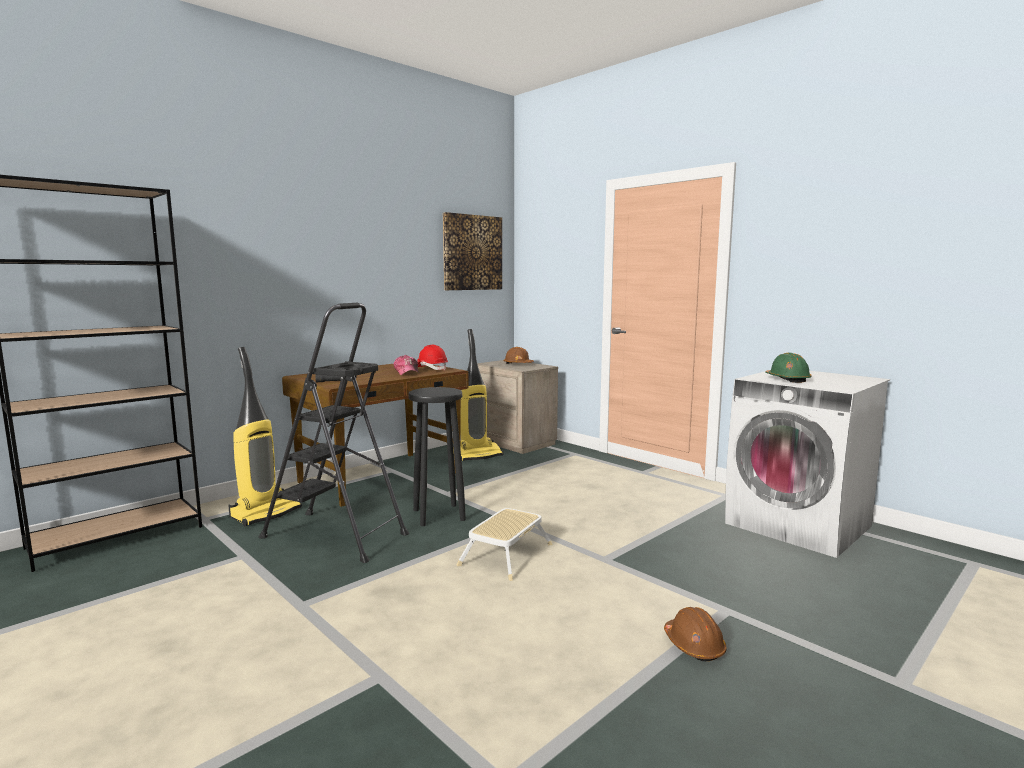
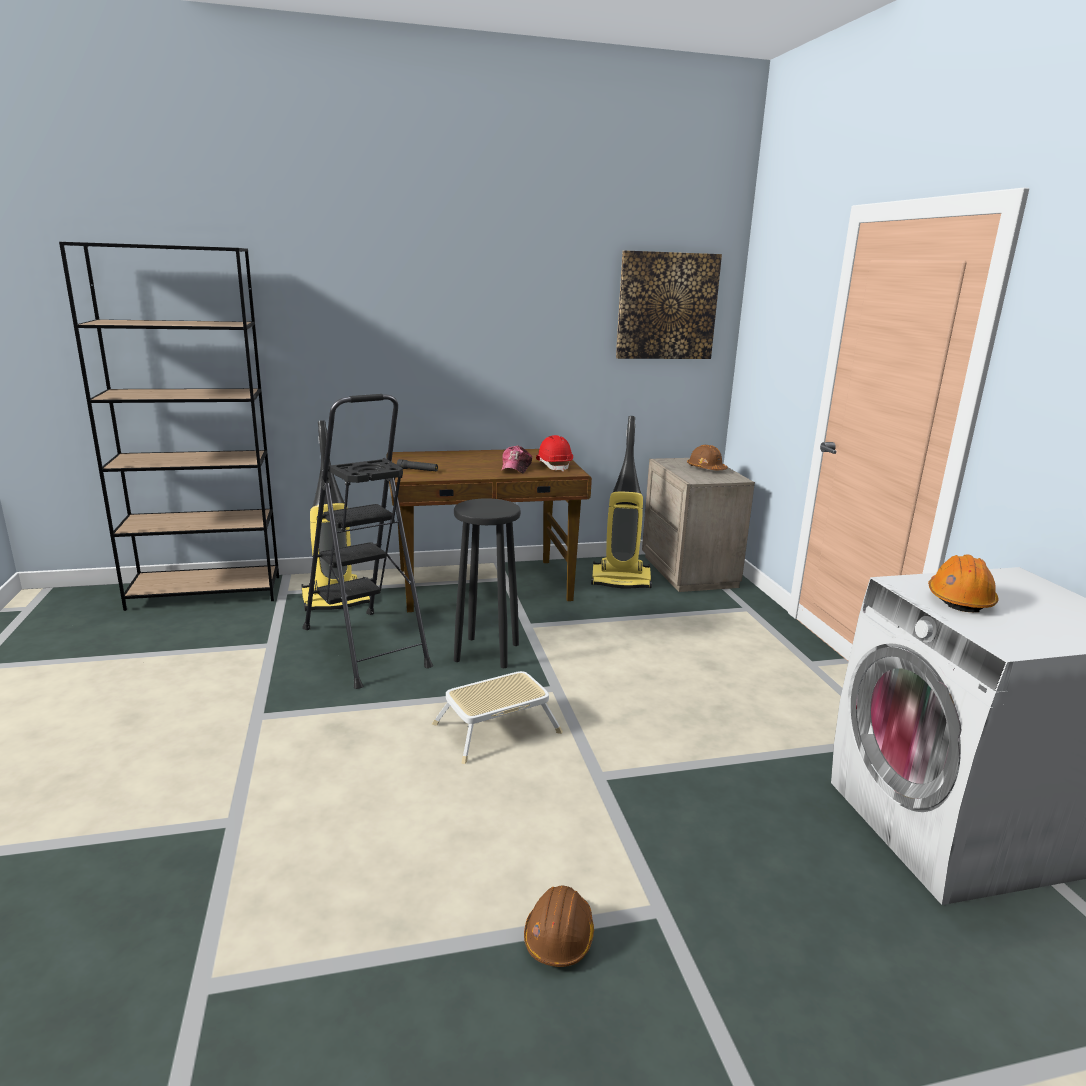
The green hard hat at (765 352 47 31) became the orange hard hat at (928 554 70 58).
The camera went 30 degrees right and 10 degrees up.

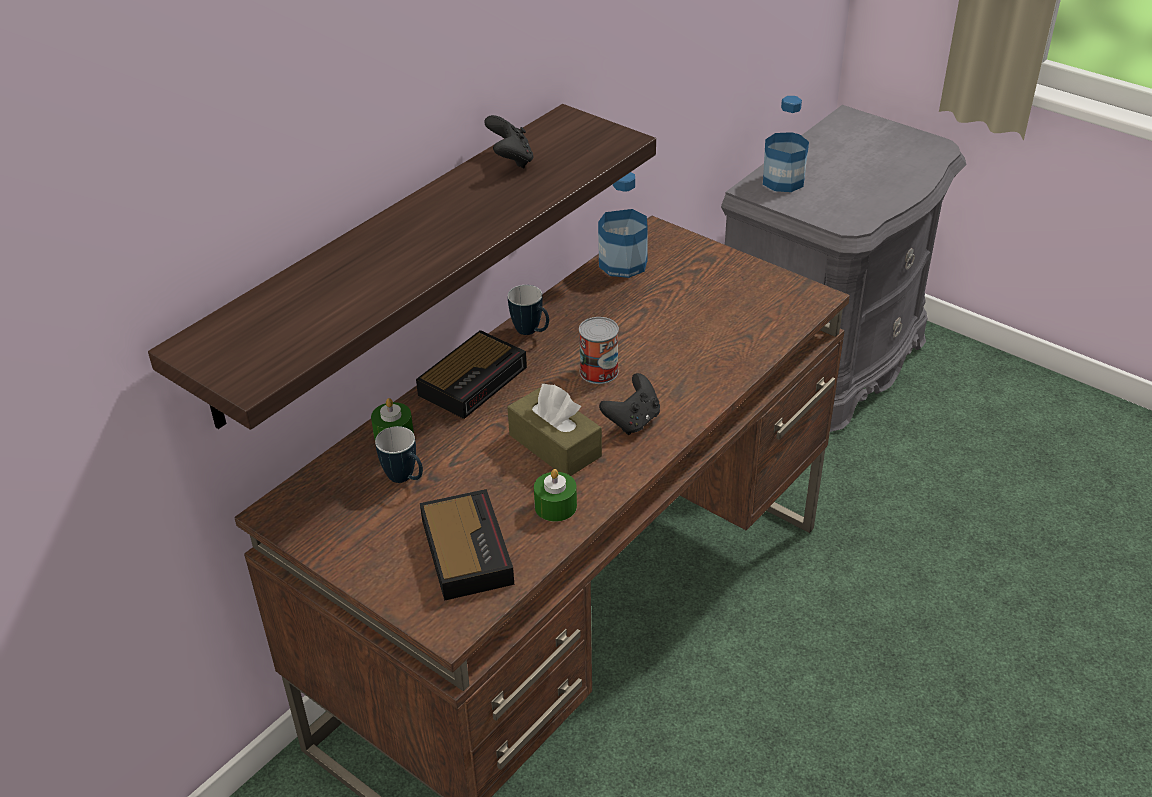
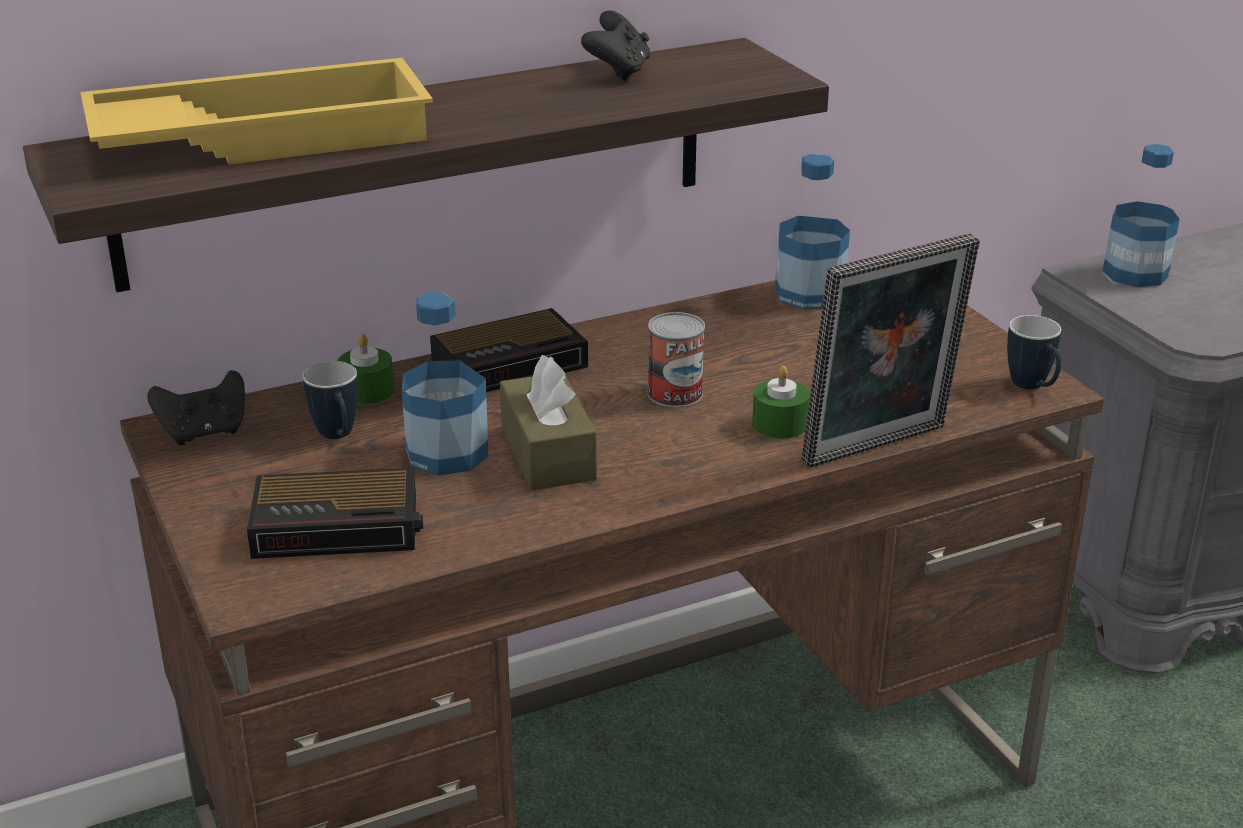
The mug moved from (508 285 41 50) to (1007 315 54 74).
The black game controller moved from (599 373 61 62) to (147 370 98 75).
The green candle moved from (534 469 43 53) to (752 366 58 73).
The alarm clock at (420 489 94 112) turned 75 degrees clockwise.
The yellow tray at (80 58 353 107) appeared.
The picture frame at (802 233 178 235) appeared.
The bottle at (402 292 86 184) appeared.
The camera went 25 degrees right and 10 degrees down.

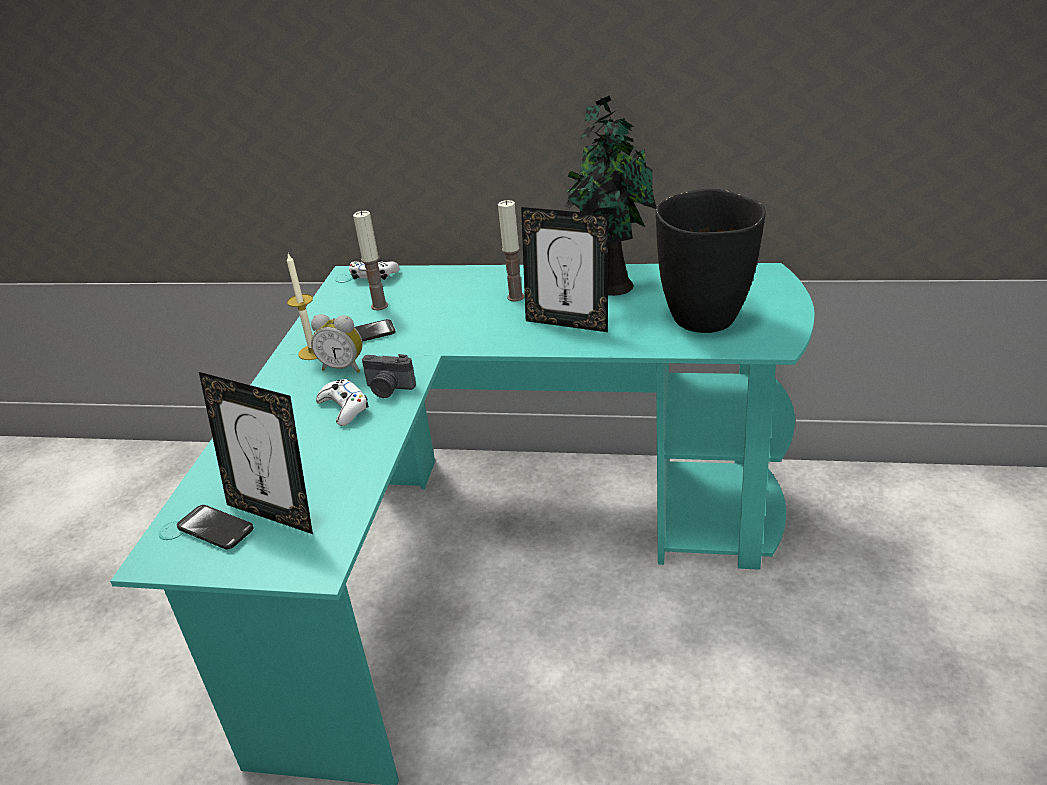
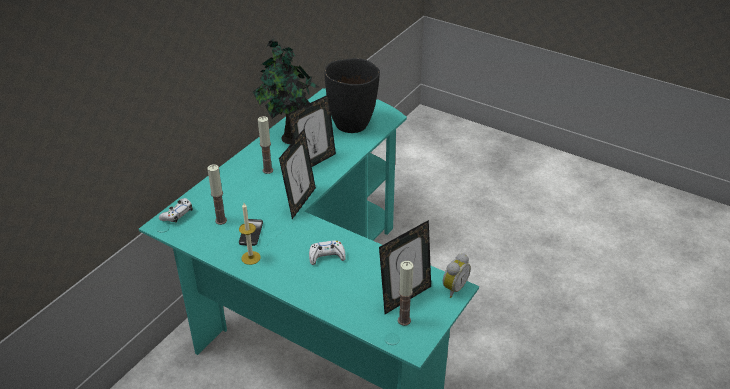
The alarm clock moved from (311 314 52 59) to (443 253 28 45).
The photo camera at (362 354 54 44) disappeared.
The phone at (177 505 77 45) was replaced by the candle at (398 261 15 65).
The picture frame at (279 128 37 91) appeared.
The camera went 70 degrees left and 5 degrees up.

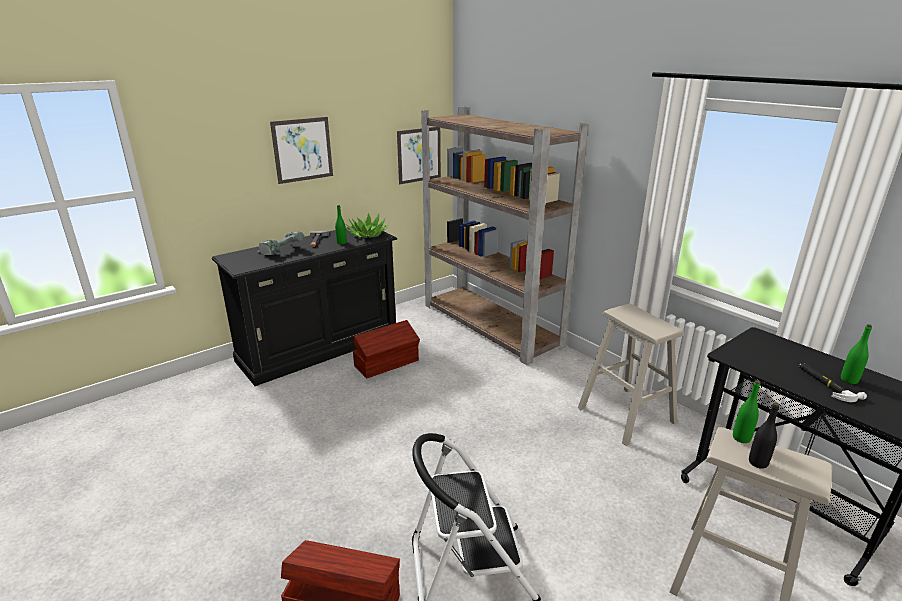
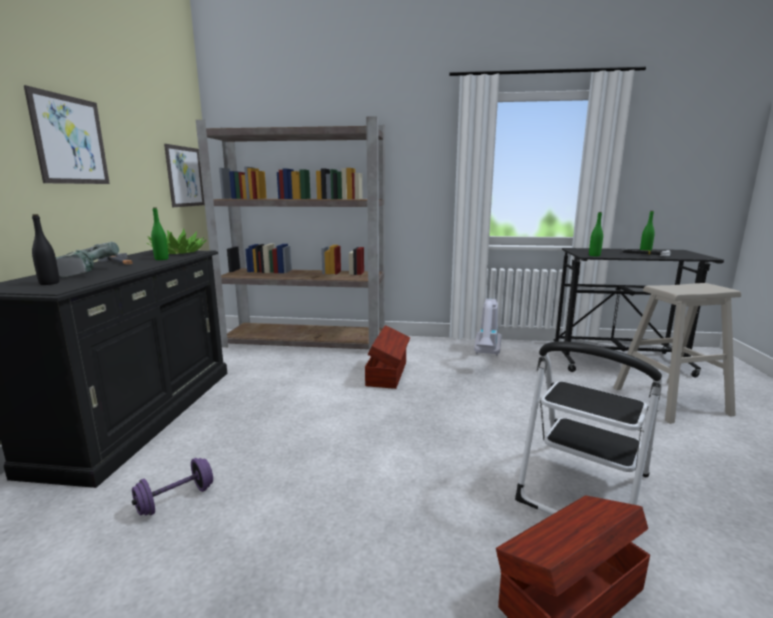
The beige stool at (578 304 106 142) was replaced by the vacuum cleaner at (474 299 28 57).
The brown storage box moved from (353 320 67 59) to (365 325 45 64).
The green bottle moved from (733 380 27 63) to (589 212 14 44).
The black bottle moved from (749 403 30 66) to (32 214 28 71).
The purple dumbbell at (132 458 81 58) appeared.
The camera went 45 degrees left and 10 degrees down.

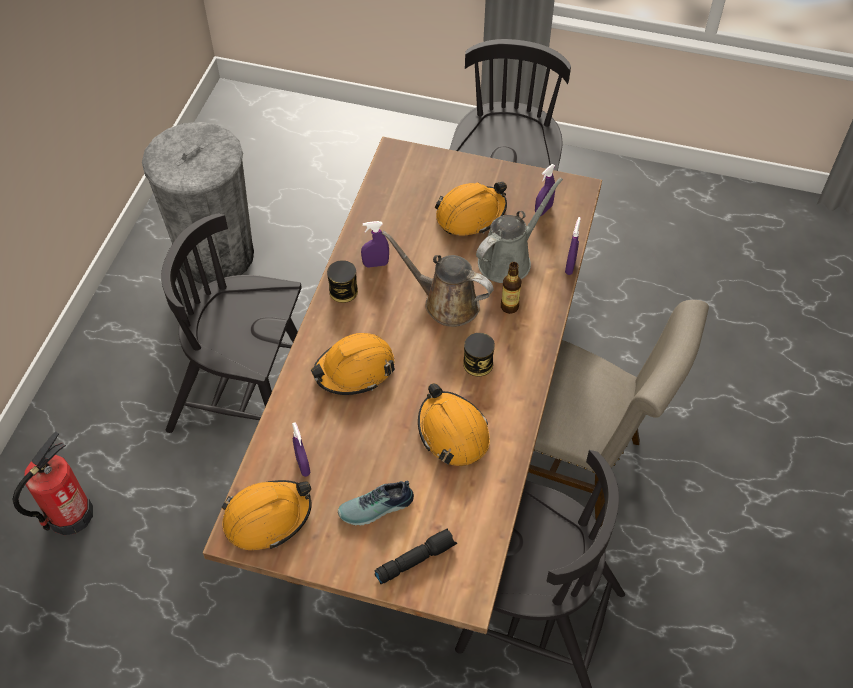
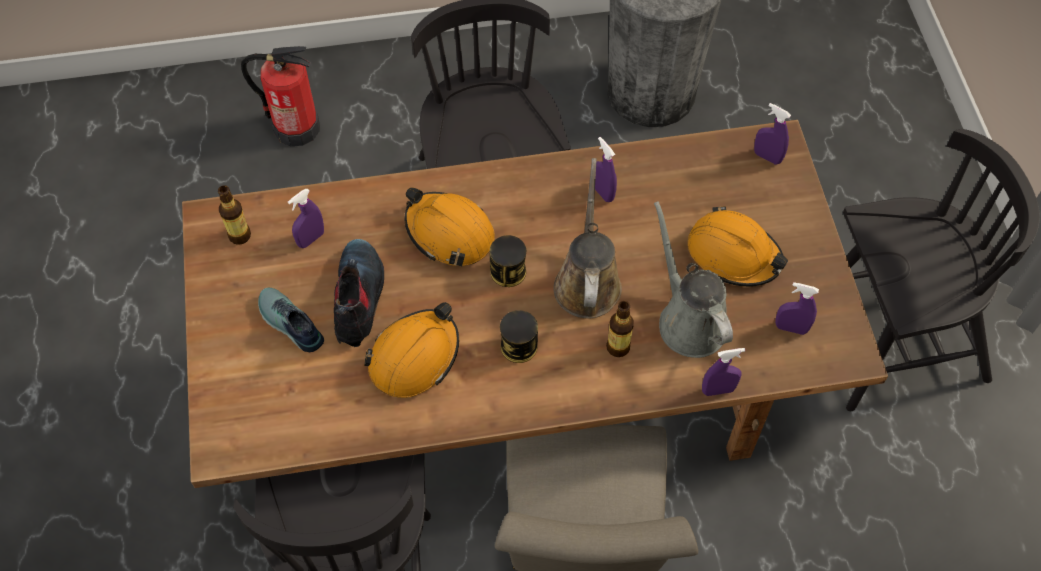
The grey watering can at (476 178 87 105) turned 135 degrees counterclockwise.
The can moved from (327 260 31 43) to (490 235 36 52).
The orange hard hat at (222 480 90 70) was replaced by the bottle at (218 185 33 60).
The black flashlight at (374 529 83 55) disappeared.
The purple spray bottle at (754 103 37 62) appeared.
The boot at (334 239 50 108) appeared.
The camera went 65 degrees right and 5 degrees up.

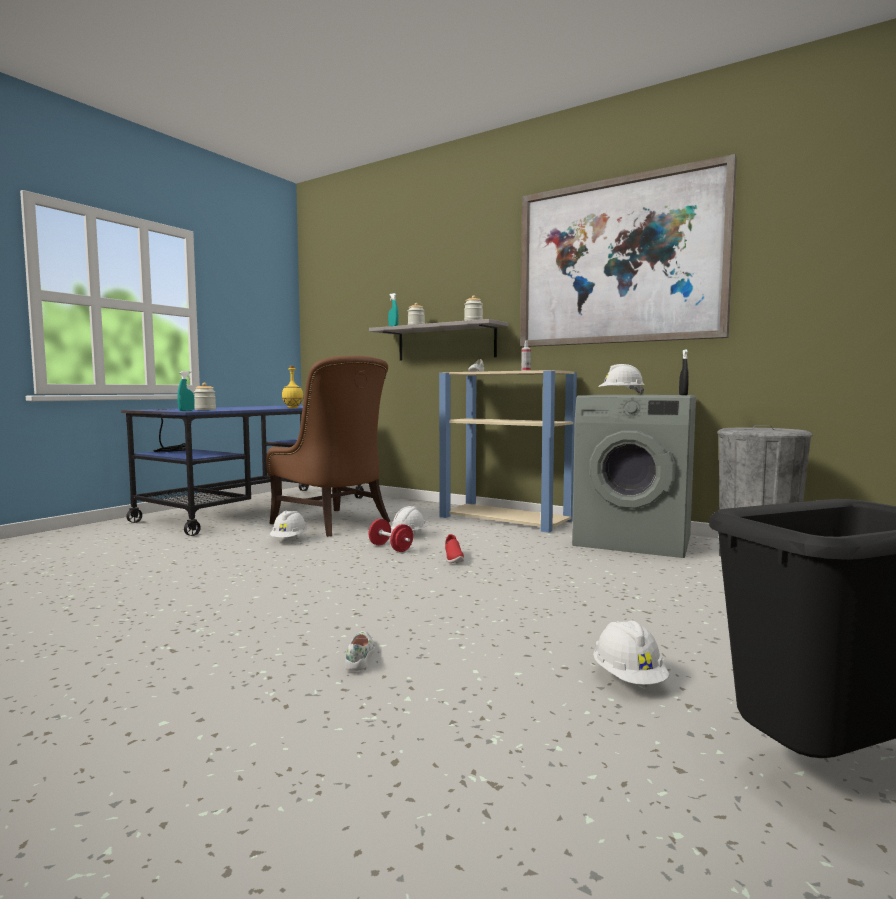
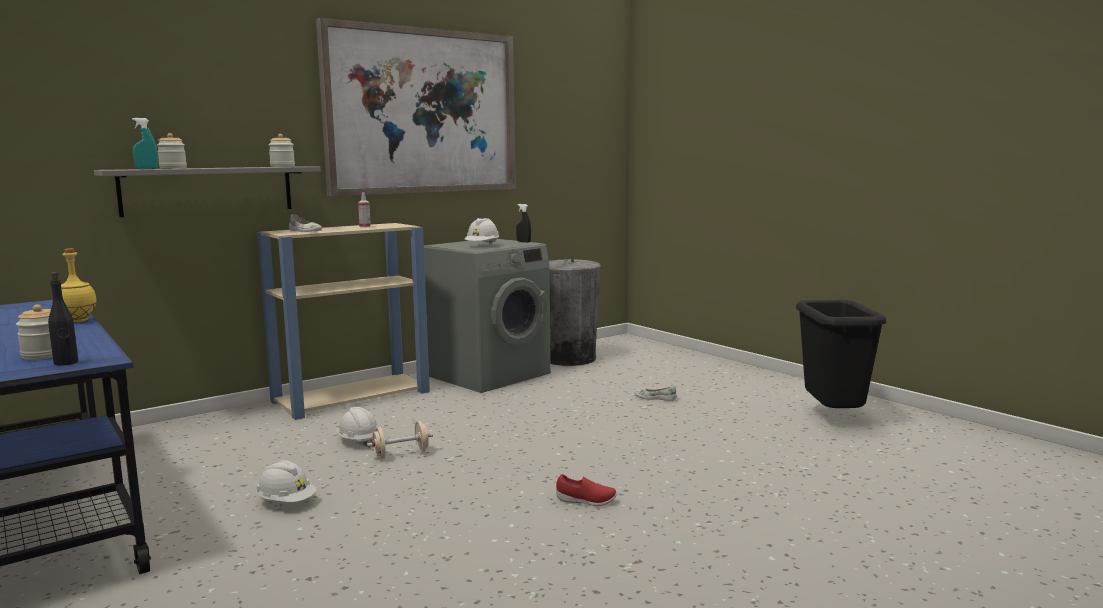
The brown chair at (266 355 124 182) disappeared.
The turquoise spray bottle at (177 371 18 40) was replaced by the black bottle at (48 272 30 94).
The red dumbbell at (369 519 44 33) became the beige dumbbell at (367 421 66 38).
The red shoe moved from (445 534 19 29) to (556 474 61 32).
The white hard hat at (593 620 77 65) disappeared.
The white shoe moved from (345 631 30 40) to (634 385 43 16).
The camera went 70 degrees left and 5 degrees up.

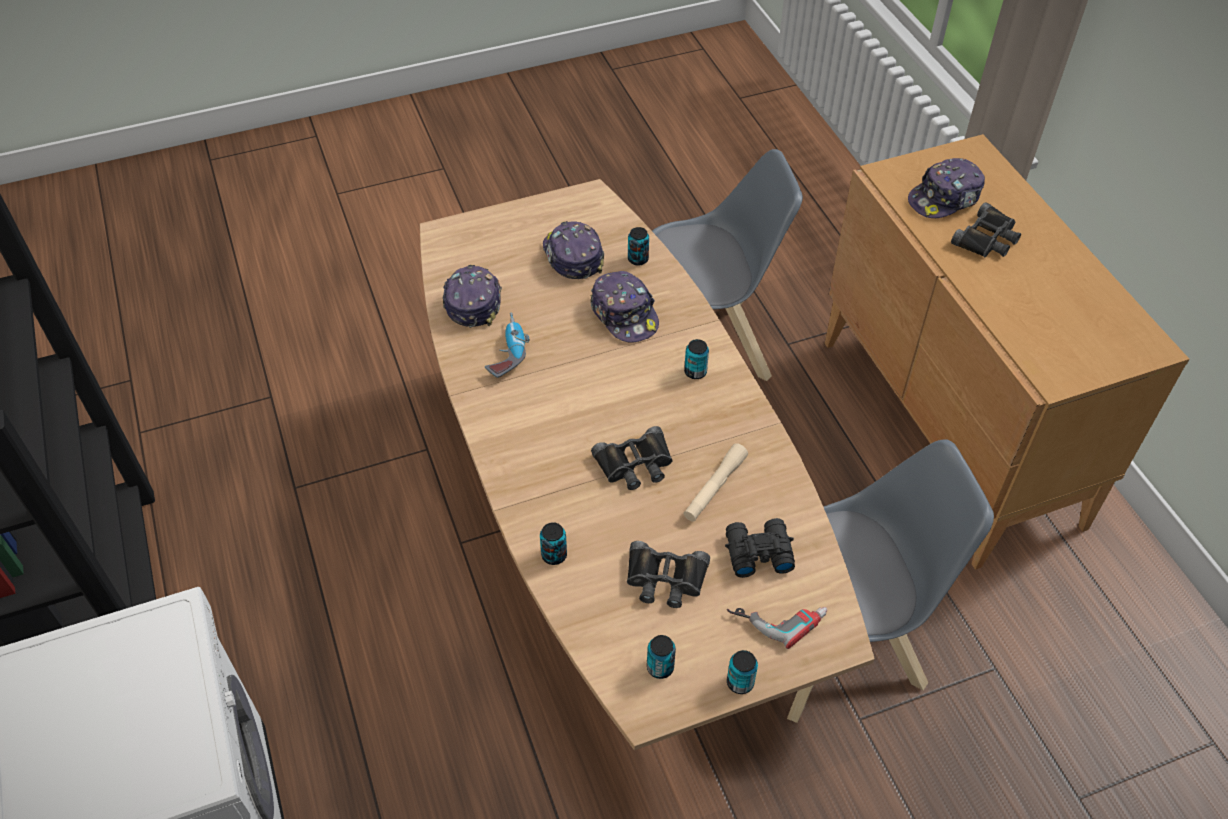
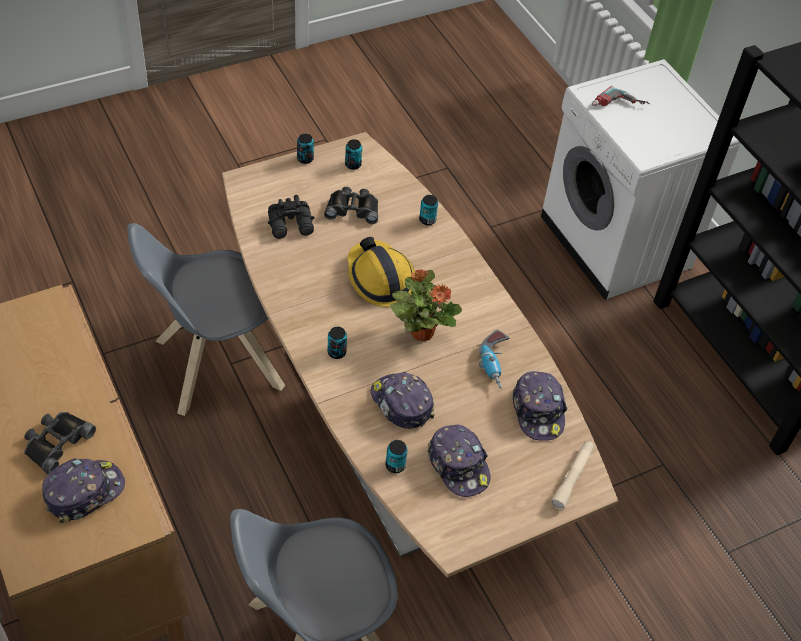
The black binoculars at (591 426 82 64) was replaced by the hard hat at (348 237 67 70).
The beige flashlight moved from (683 443 65 79) to (550 441 44 69).
The power drill moved from (727 607 100 42) to (592 86 58 20).
The potted plant at (390 269 72 72) appeared.
The camera went 170 degrees right and 0 degrees up.

